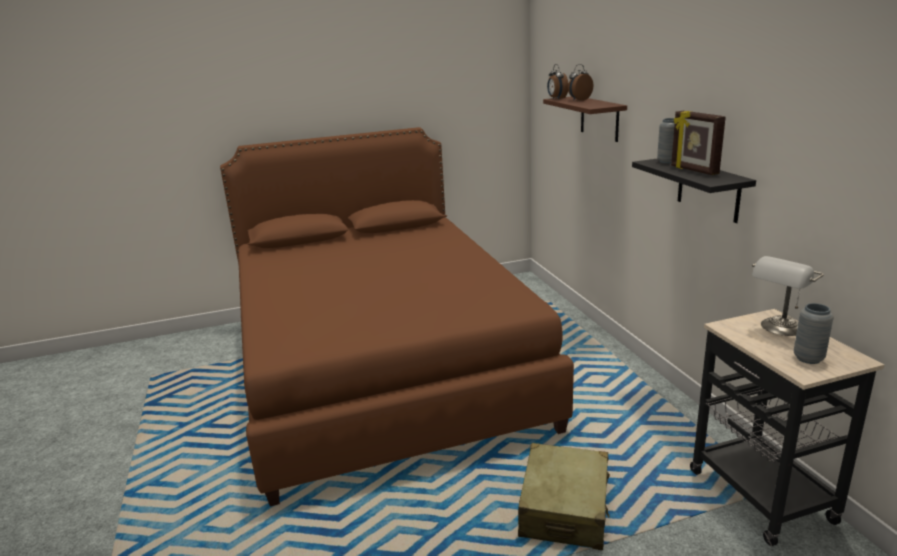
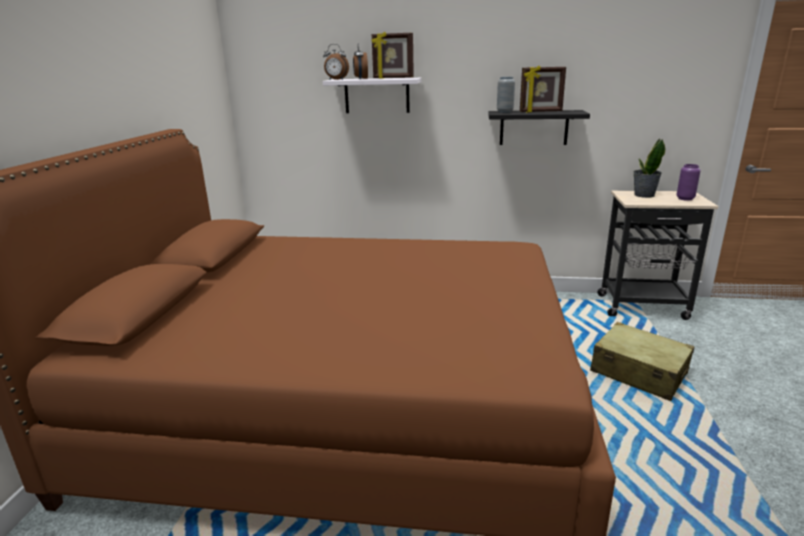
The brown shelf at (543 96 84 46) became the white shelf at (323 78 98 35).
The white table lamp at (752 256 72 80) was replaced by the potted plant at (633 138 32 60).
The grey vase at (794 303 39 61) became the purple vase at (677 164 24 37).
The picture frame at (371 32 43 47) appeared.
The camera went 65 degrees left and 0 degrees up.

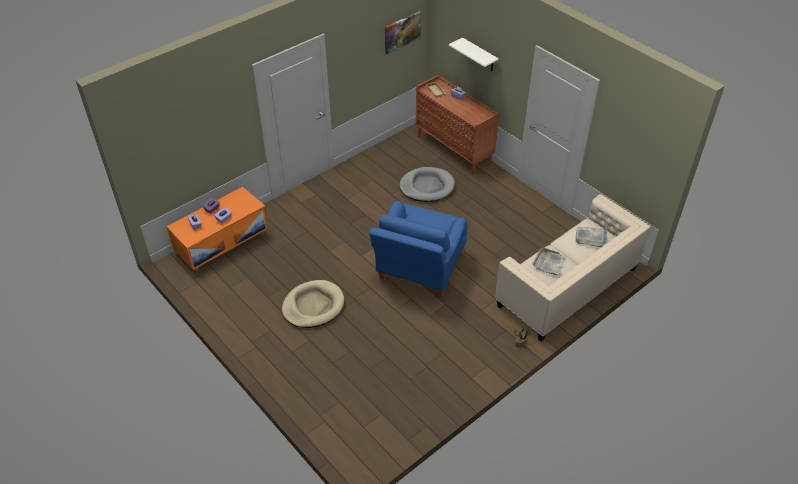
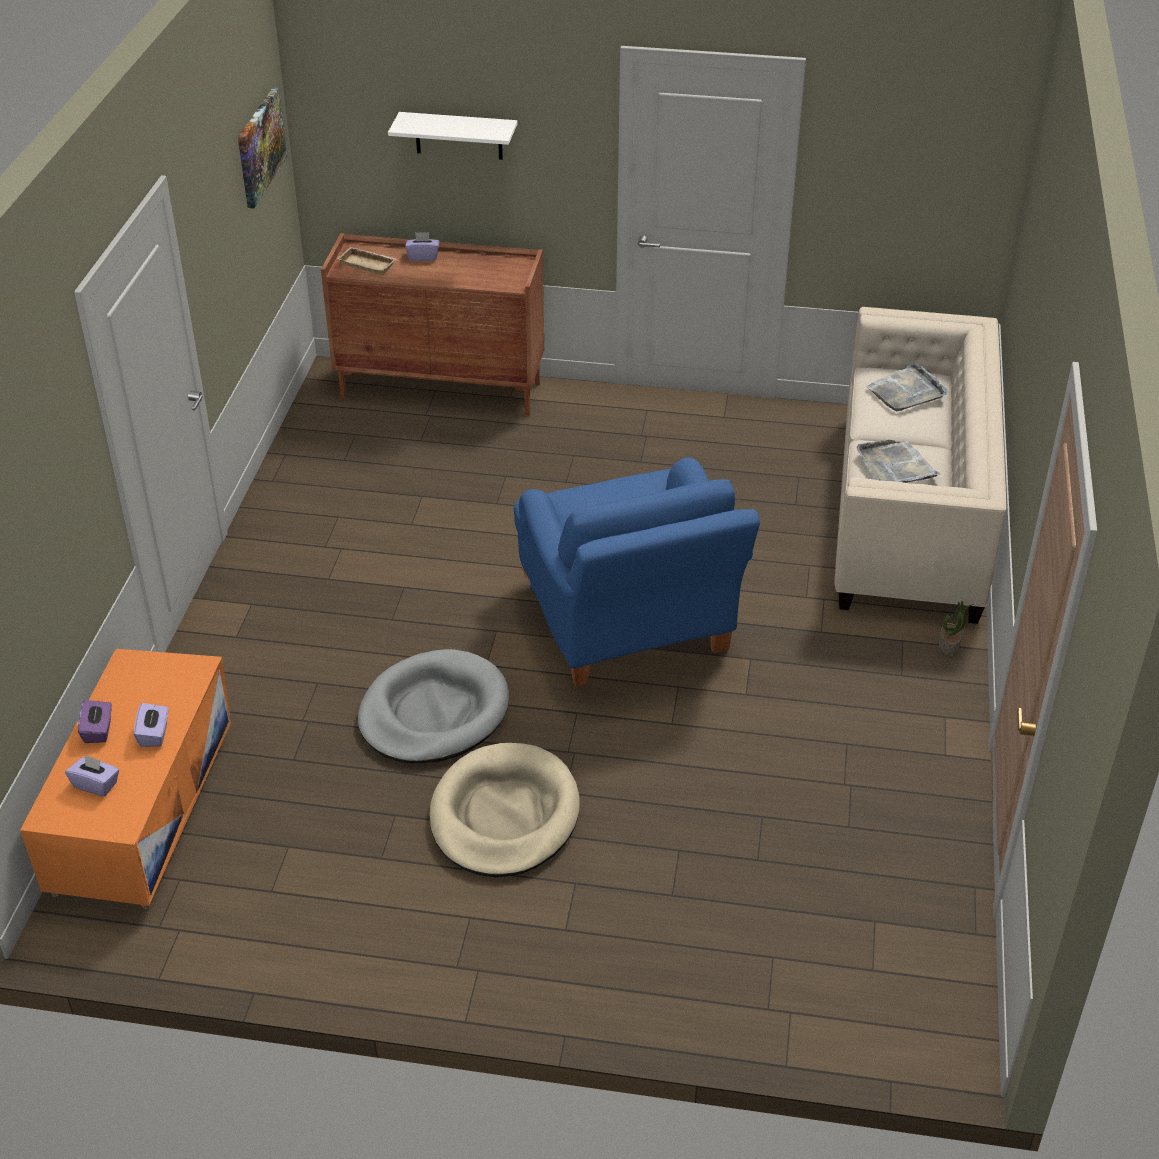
The grey dog bed moved from (399 167 56 35) to (358 649 151 114).
The camera went 40 degrees left and 5 degrees down.

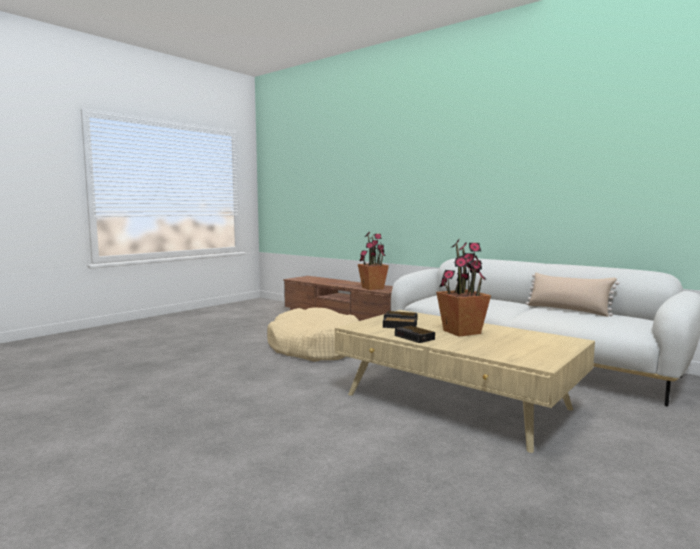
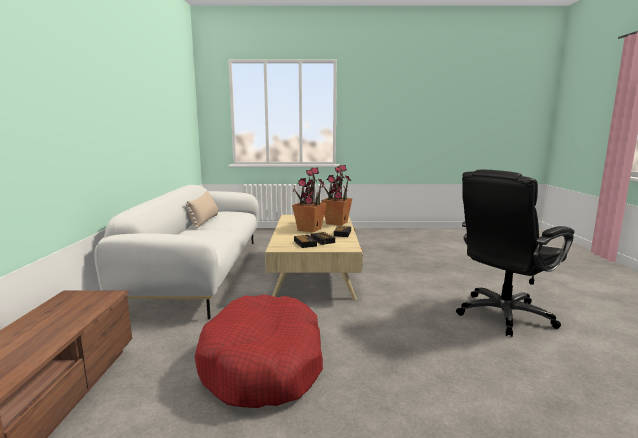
The potted plant moved from (358 232 31 58) to (321 165 31 61).
The beige dog bed at (267 307 92 55) became the red dog bed at (195 295 128 113).
The black office chair at (456 169 119 168) appeared.
The camera went 130 degrees left and 5 degrees up.

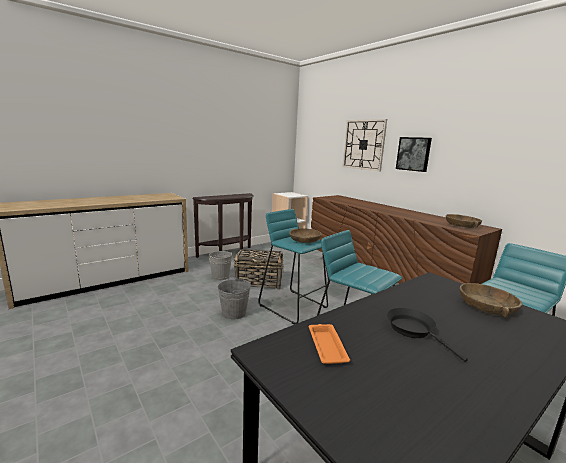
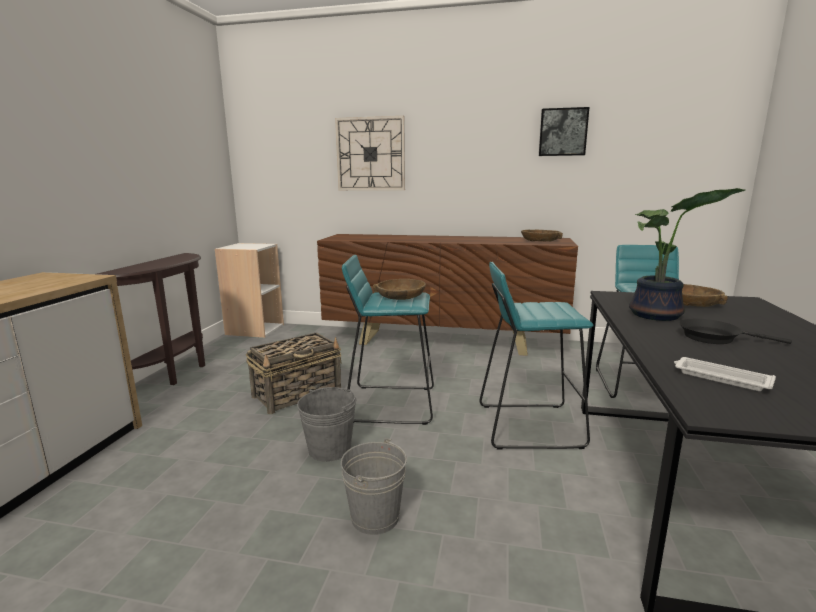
The picture moved from (396 137 36 35) to (539 107 51 49).
The grey bucket moved from (208 251 25 29) to (341 438 66 97).
The orange tray at (309 324 41 40) became the white tray at (674 357 102 34).
The potted plant at (629 188 116 133) appeared.
The camera went 40 degrees left and 0 degrees up.

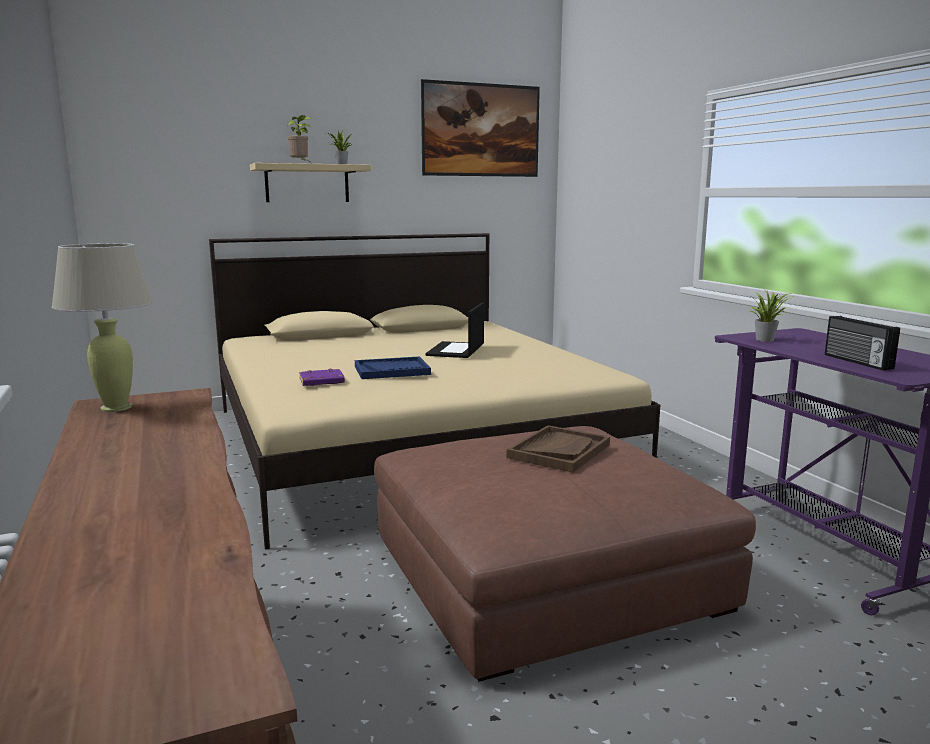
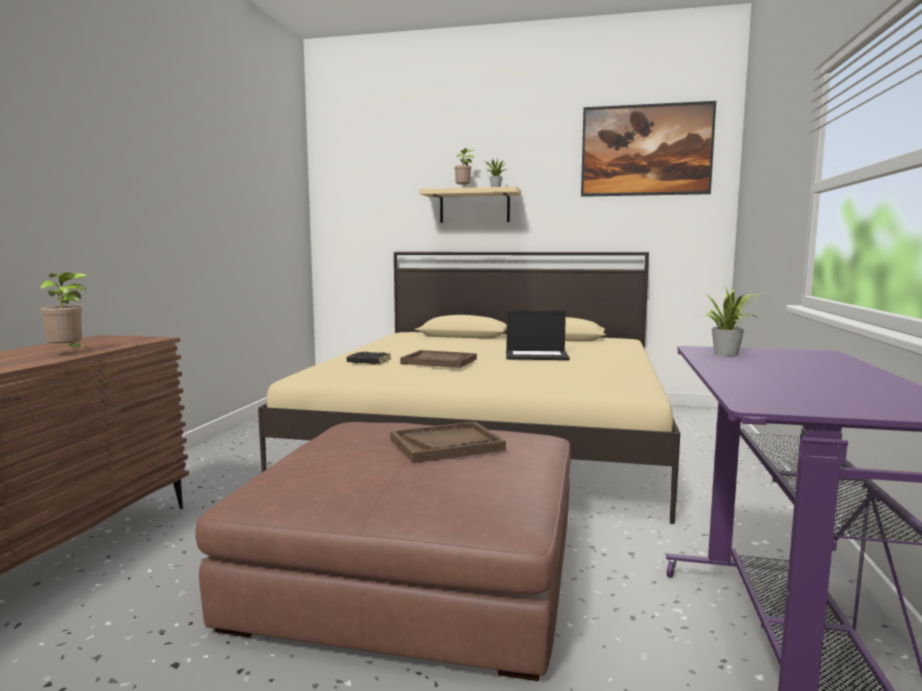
The beige table lamp at (51 243 103 169) disappeared.
The laptop at (425 303 59 55) turned 135 degrees counterclockwise.
The radio at (825 316 75 55) disappeared.
The blue tray at (355 356 76 23) became the brown tray at (400 350 77 18).
The purple book at (299 369 46 17) became the black book at (347 351 44 13).
The potted plant at (40 272 49 76) appeared.
The camera went 35 degrees right and 5 degrees down.

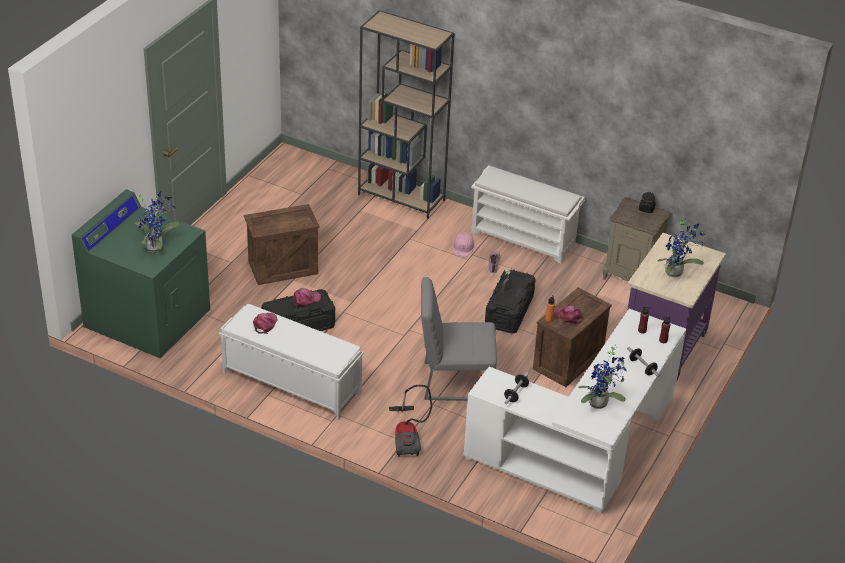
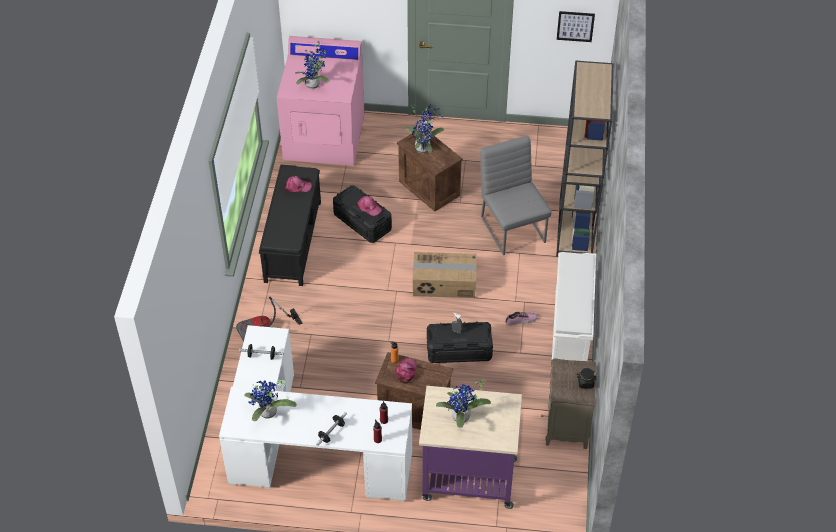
The green washing machine at (72 189 138 170) became the pink washing machine at (277 36 87 130).
The pink hard hat at (453 232 22 25) disappeared.
The grey chair moved from (421 277 76 124) to (480 136 71 119).
The white bench at (219 304 145 117) became the black bench at (259 164 62 122).
The picture at (557 11 38 31) appeared.
The potted plant at (405 104 39 49) appeared.
The cardboard box at (413 252 64 46) appeared.
The camera went 70 degrees right and 10 degrees up.

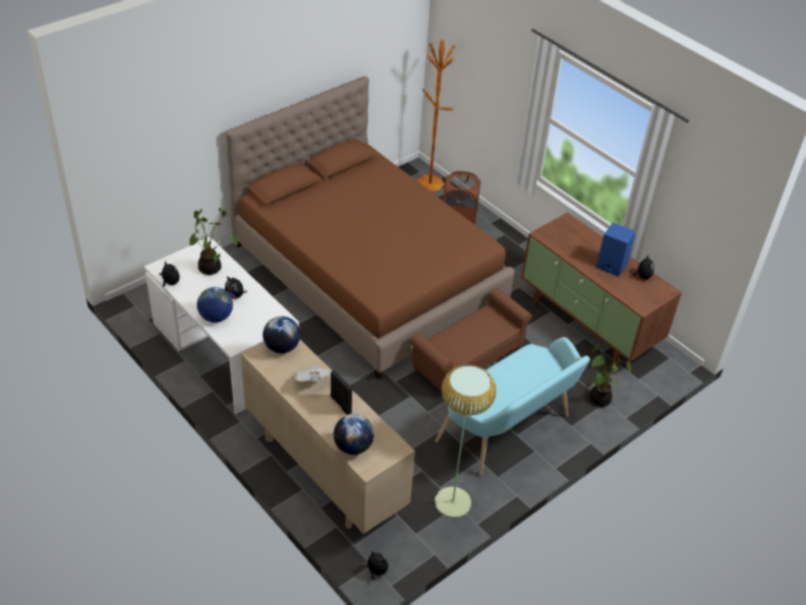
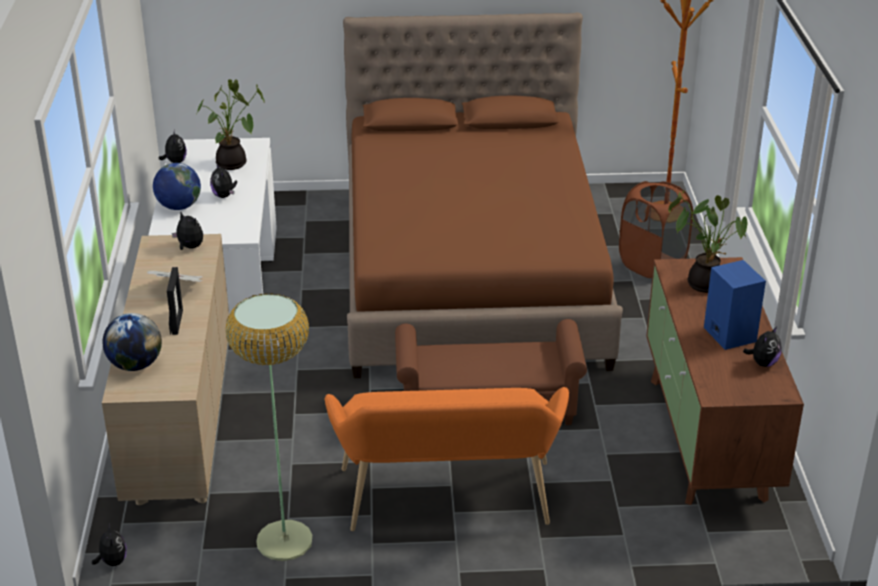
The globe at (263 316 37 37) was replaced by the plush toy at (172 212 31 38).
The turquoise bench at (435 337 155 139) became the orange bench at (325 387 244 144).
The potted plant moved from (583 346 48 61) to (668 191 79 102).
The camera went 40 degrees right and 10 degrees down.

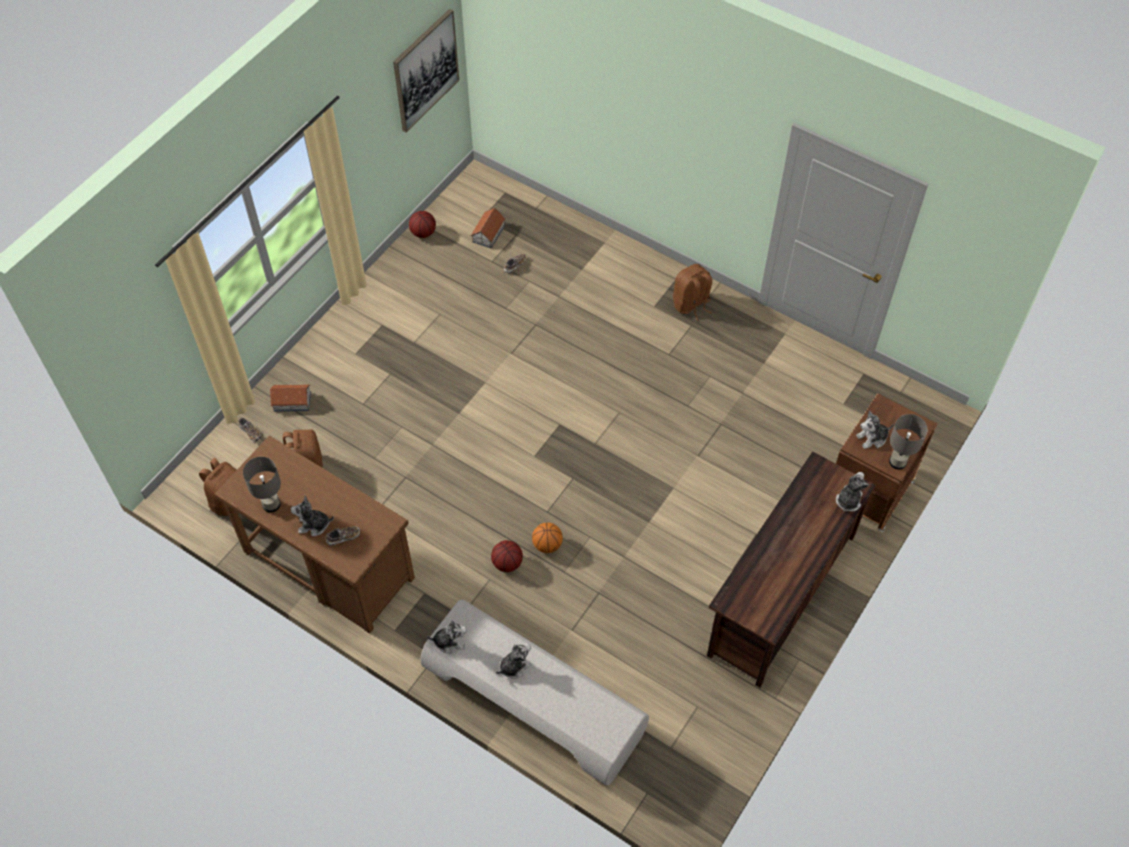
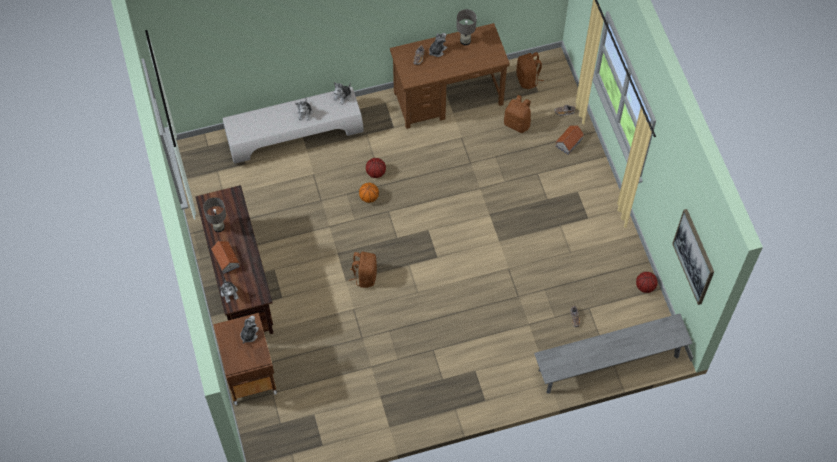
The toy house moved from (471 208 34 41) to (211 241 29 33).
The brown backpack moved from (673 264 39 57) to (349 252 28 36).
The grey table lamp moved from (889 414 39 56) to (203 197 23 35).
The grey bench at (534 314 159 80) appeared.
The camera went 130 degrees right and 5 degrees up.

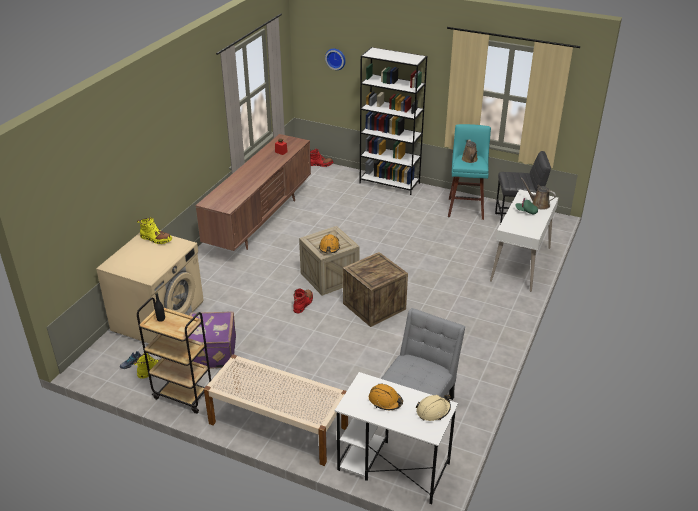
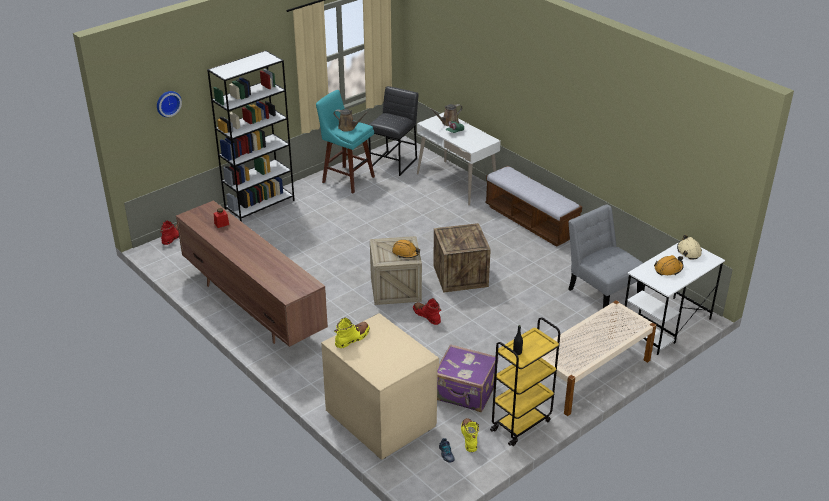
The brown cart at (137 298 74 116) became the yellow cart at (490 317 70 129).
The bench at (485 166 97 81) appeared.
The camera went 65 degrees left and 0 degrees up.

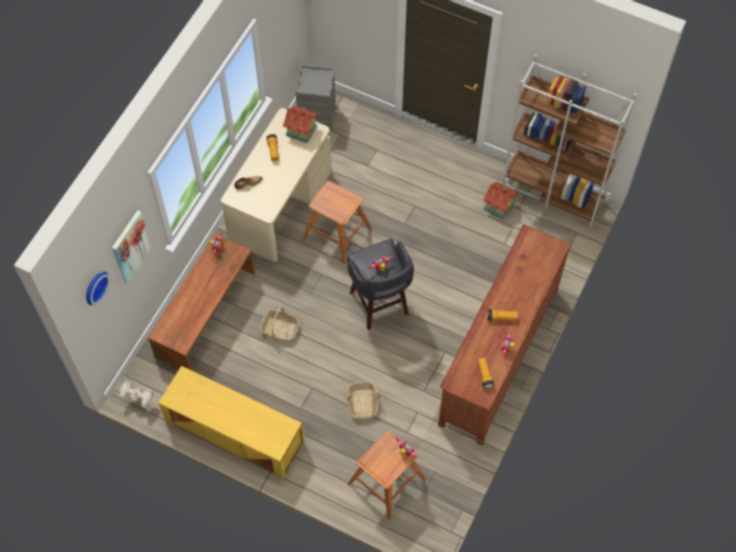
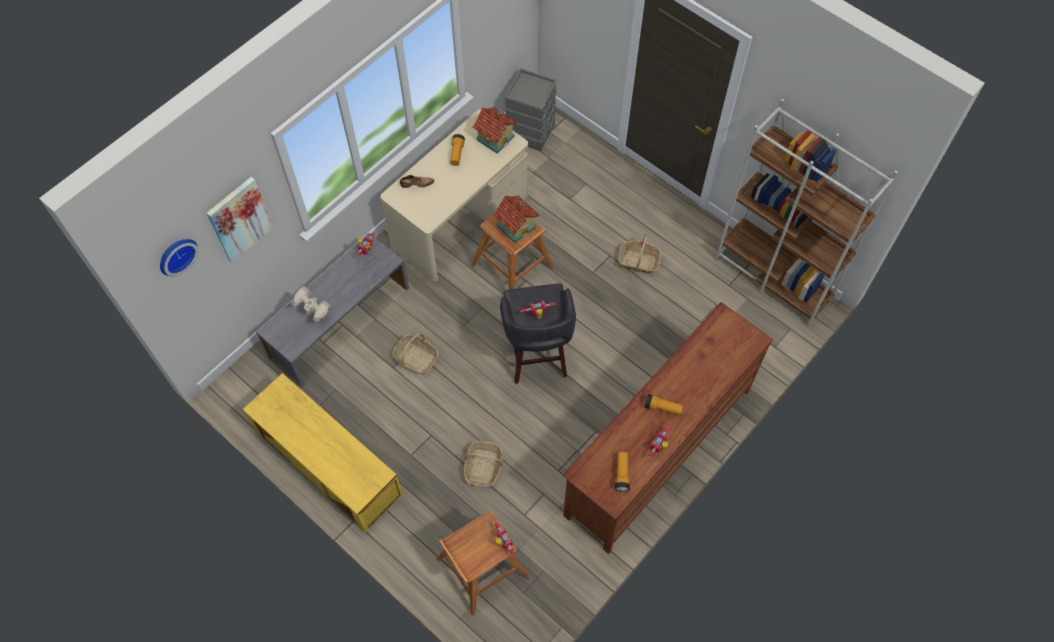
The toy house moved from (483 181 36 38) to (493 195 46 48).
The brown bench at (148 234 107 137) became the grey bench at (256 233 153 154).
The toy robot moved from (118 381 35 27) to (291 286 40 36).
The basket at (618 234 43 40) appeared.
The camera went 15 degrees right and 0 degrees up.

